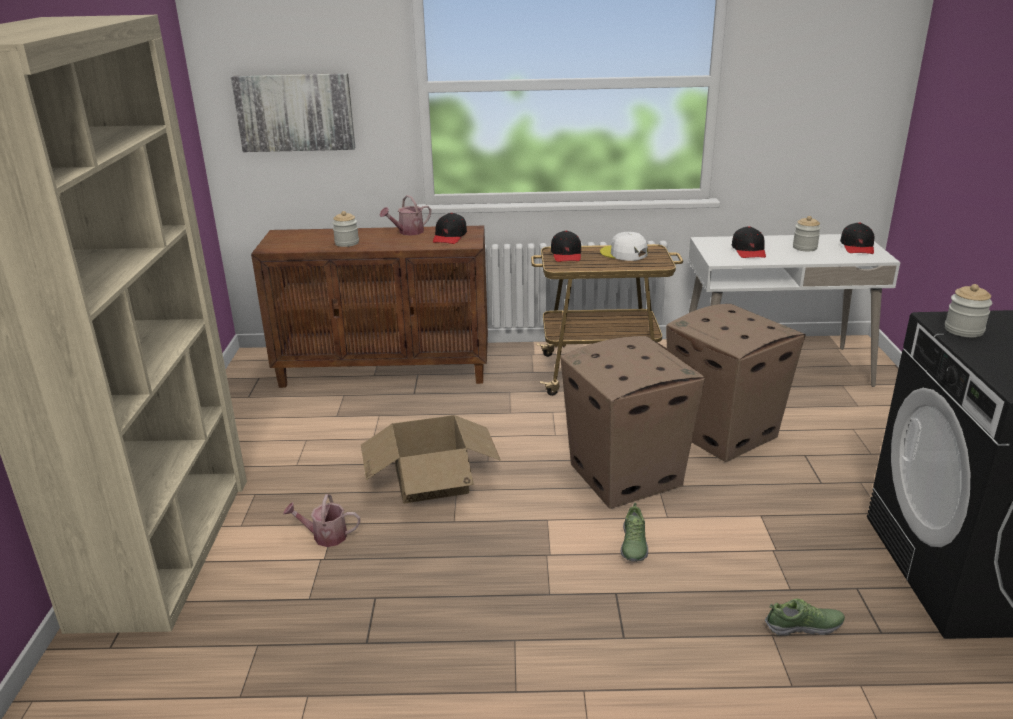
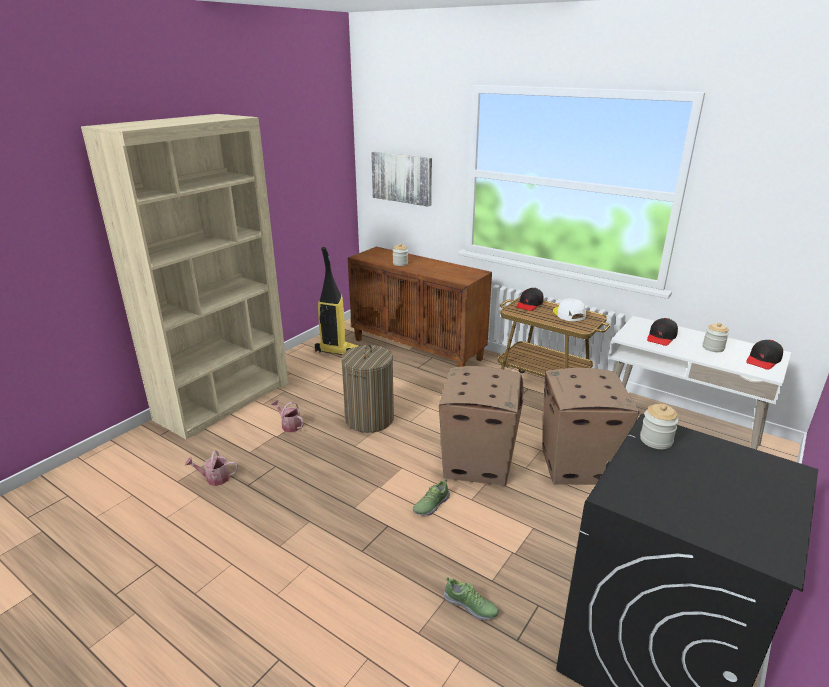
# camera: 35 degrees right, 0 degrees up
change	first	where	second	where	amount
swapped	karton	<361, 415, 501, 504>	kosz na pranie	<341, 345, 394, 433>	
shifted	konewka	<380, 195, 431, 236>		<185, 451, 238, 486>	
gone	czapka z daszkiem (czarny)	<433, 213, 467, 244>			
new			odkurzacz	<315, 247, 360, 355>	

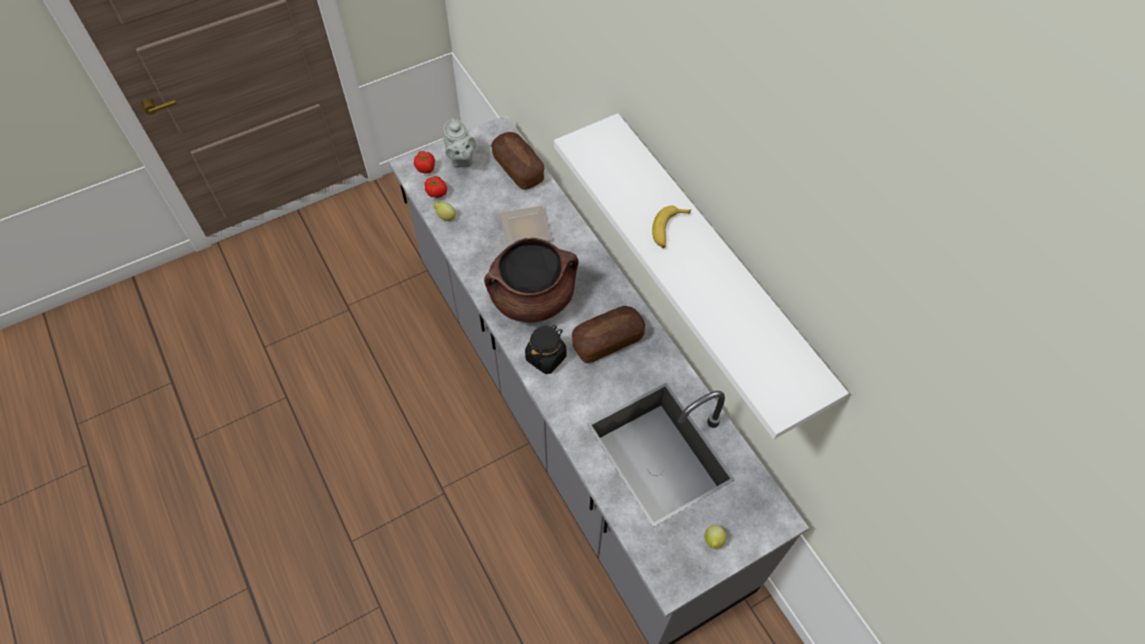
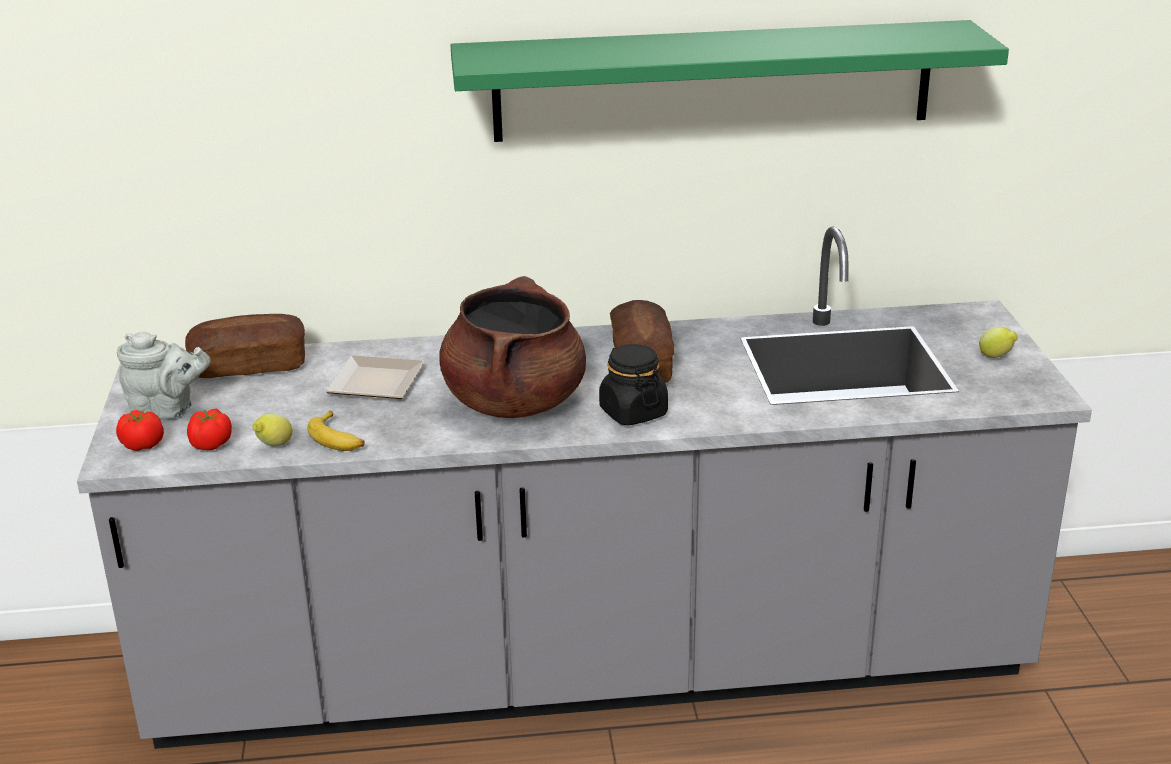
# camera: 65 degrees left, 30 degrees down
change	first	where	second	where	amount
repainted	półka (biały)	<554, 113, 849, 439>	półka (zielony)	<450, 20, 1009, 142>	
shifted	banan	<652, 206, 691, 248>		<307, 411, 365, 451>	

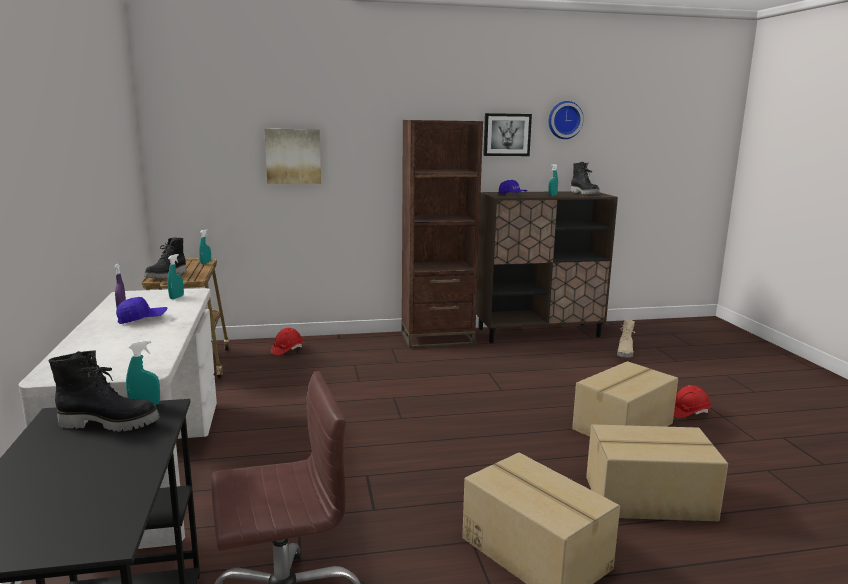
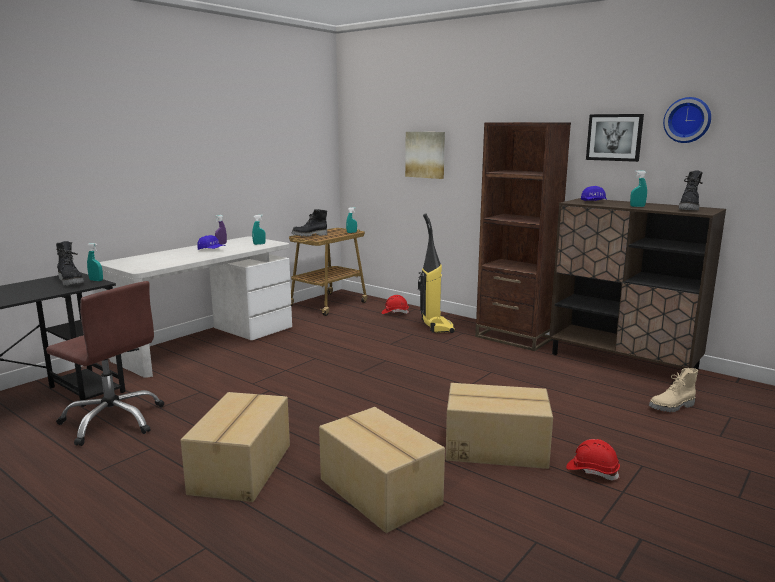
# camera: 50 degrees right, 0 degrees up
change	first	where	second	where	amount
new			odkurzacz	<418, 214, 455, 333>	

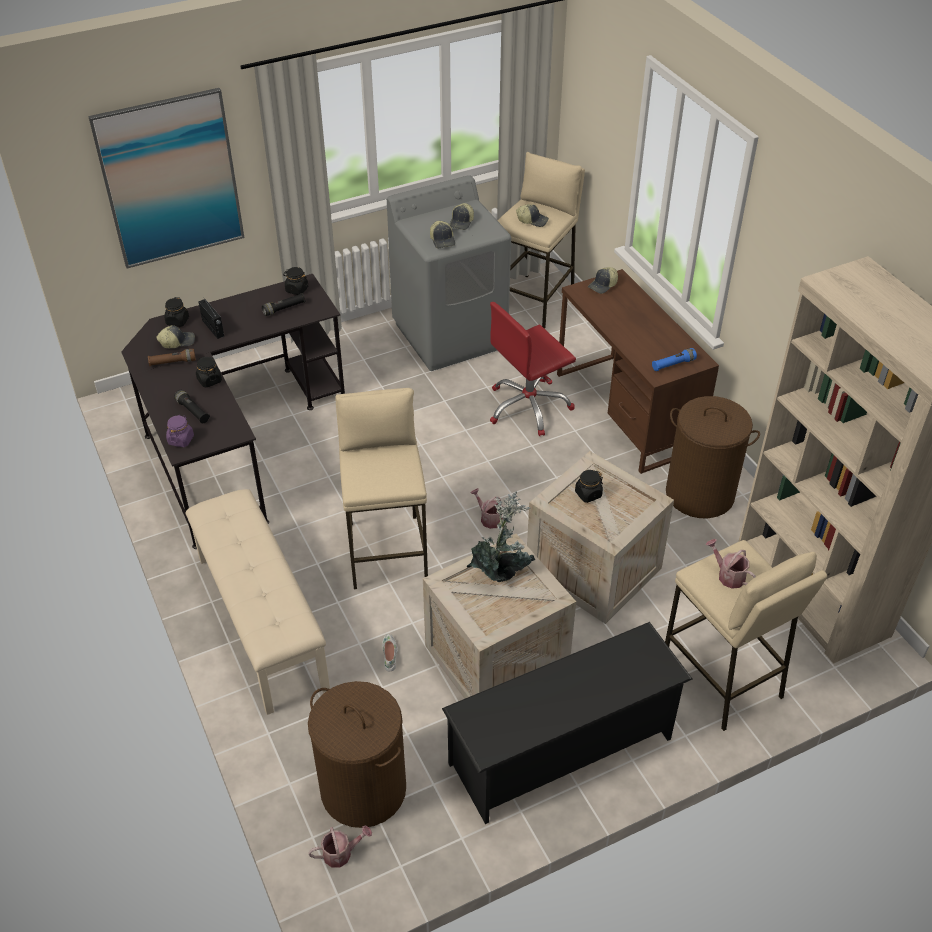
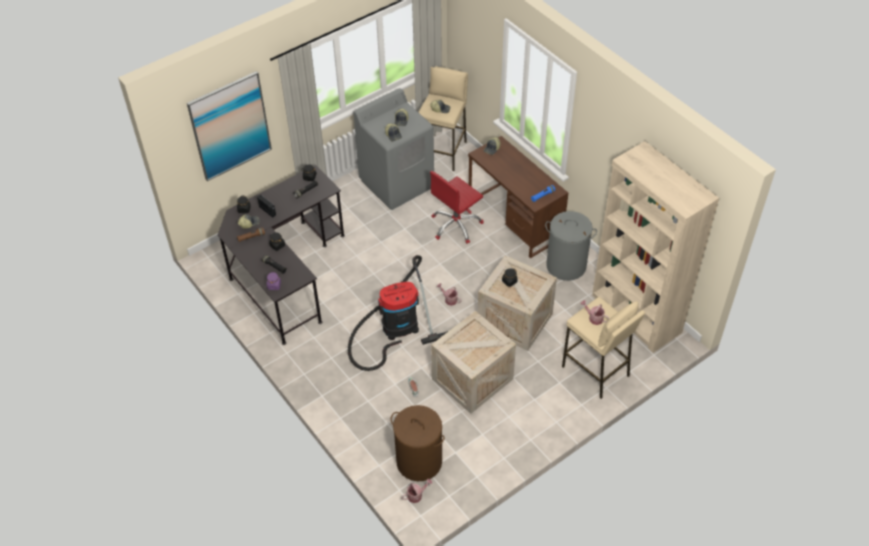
# camera: 10 degrees left, 5 degrees up
change	first	where	second	where	amount
gone	ławka (beżowy)	<186, 489, 330, 715>			
swapped	stołek (beżowy)	<335, 388, 428, 589>	odkurzacz	<348, 255, 448, 371>	
gone	regał na buty (czarny)	<442, 622, 692, 824>			
gone	roślina doniczkowa	<467, 491, 536, 582>			
repainted	kosz na pranie (brązowy)	<666, 396, 760, 518>	kosz na pranie (szary)	<545, 211, 597, 281>	

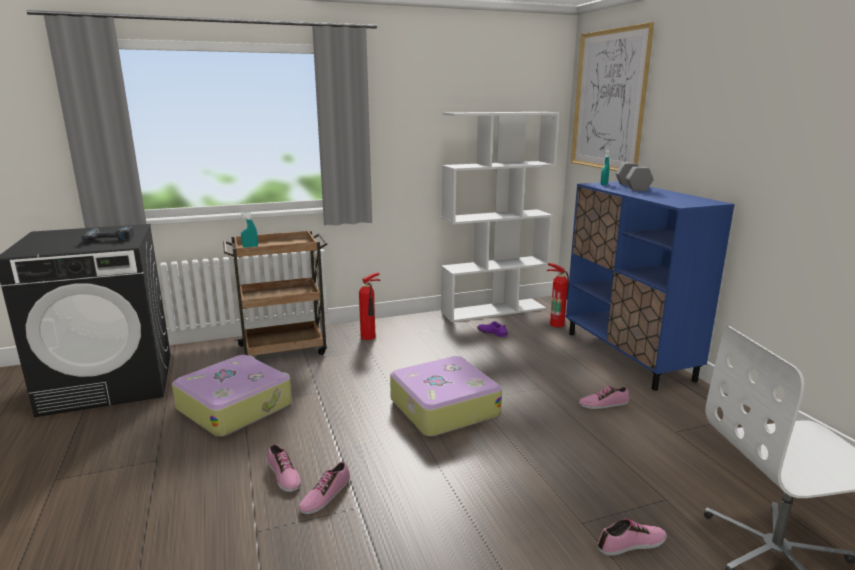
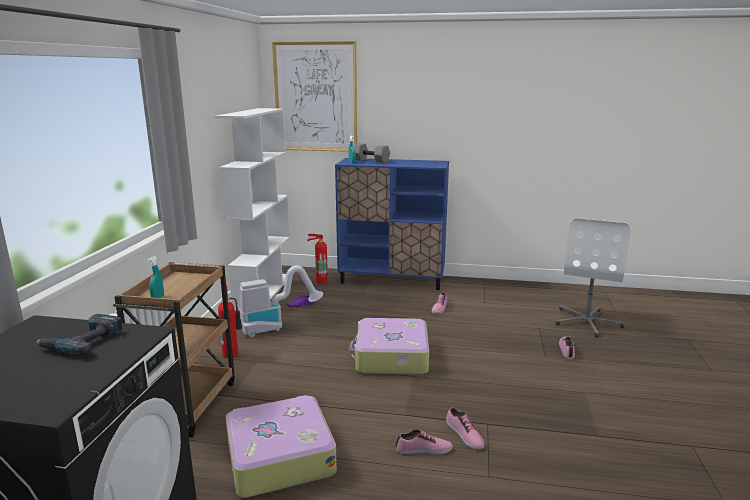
# camera: 60 degrees left, 0 degrees up
change	first	where	second	where	amount
new			odkurzacz	<240, 265, 323, 337>	

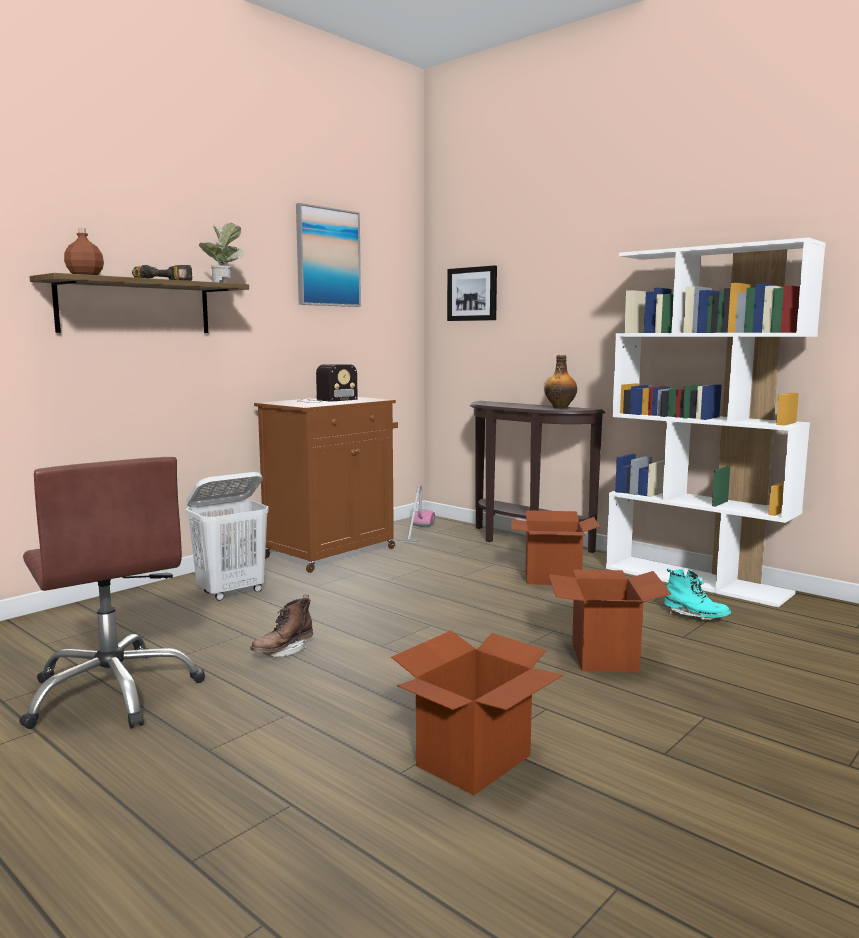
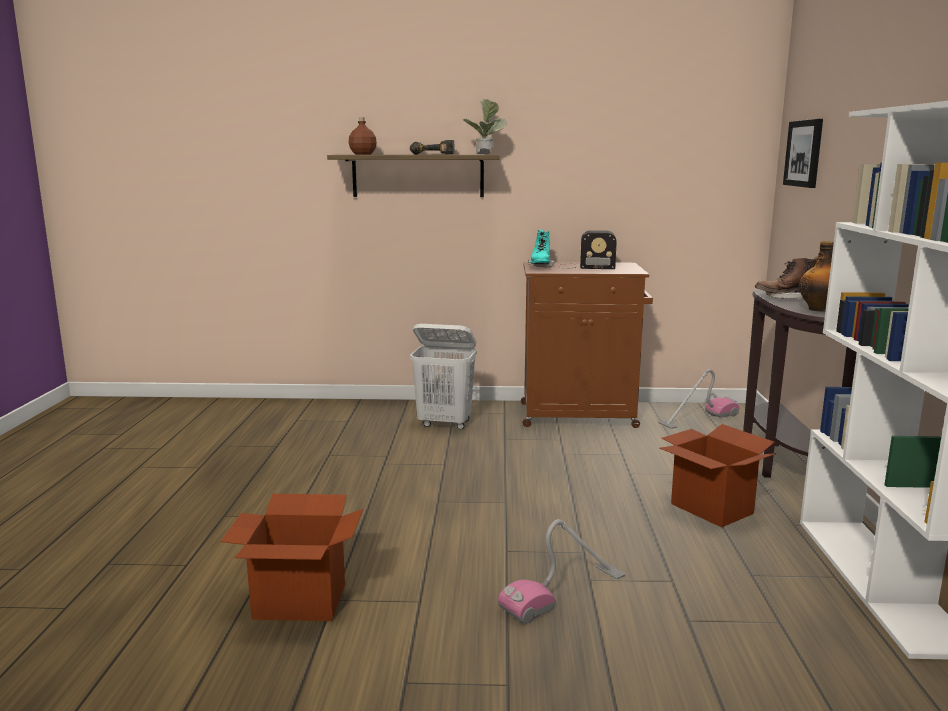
# camera: 50 degrees right, 5 degrees up
change	first	where	second	where	amount
gone	krzesło biurowe (brązowy)	<19, 457, 205, 729>			
shifted	but z cholewką (brązowy)	<250, 595, 313, 657>		<755, 257, 817, 300>	
gone	obraz	<296, 203, 361, 307>			
swapped	karton	<549, 570, 671, 672>	odkurzacz	<498, 519, 625, 624>	
shifted	but z cholewką (turkusowy)	<664, 568, 731, 620>		<528, 230, 554, 268>	

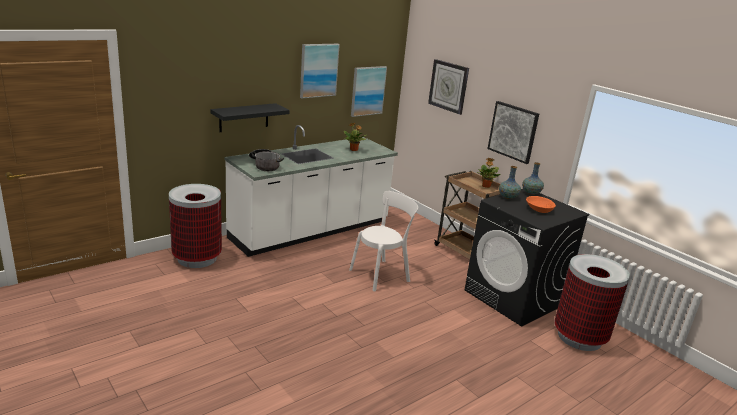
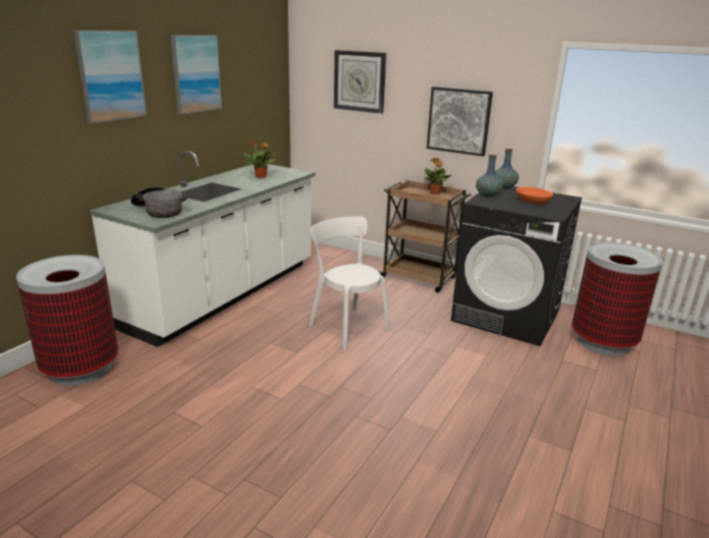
# camera: 20 degrees left, 0 degrees up
change	first	where	second	where	amount
gone	półka (czarny)	<210, 103, 290, 132>			
rotated	krzesło (biały)	<349, 191, 418, 291>		<309, 216, 390, 350>	75 degrees counterclockwise
shifted	obraz	<351, 66, 387, 117>		<73, 30, 147, 124>	

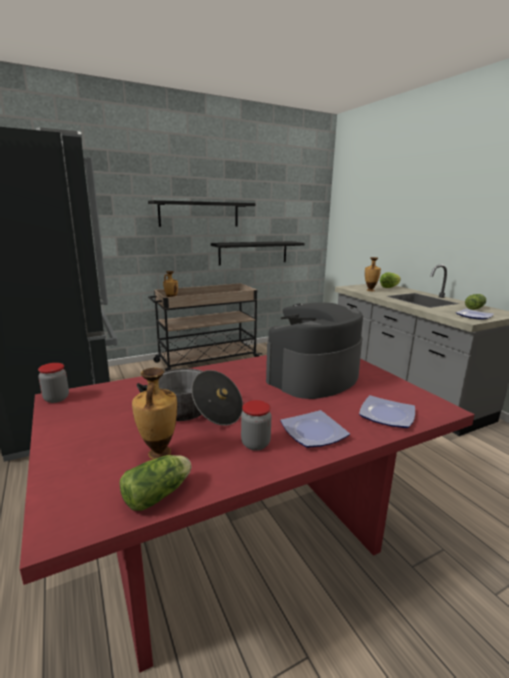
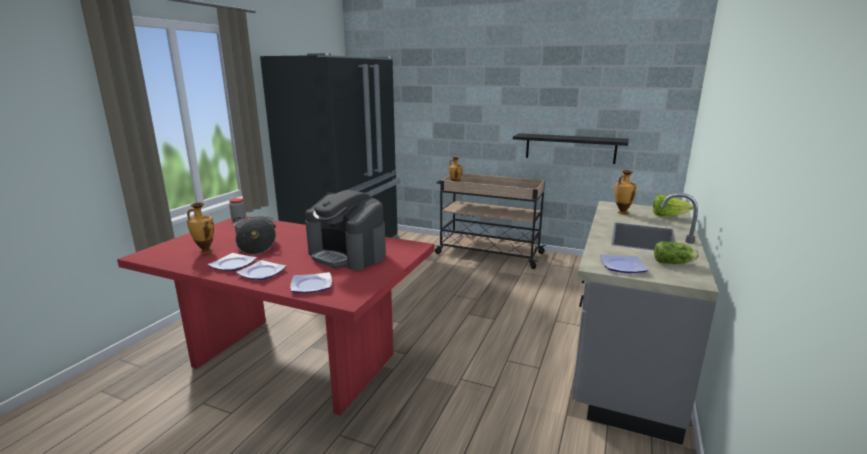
# camera: 50 degrees right, 0 degrees up
change	first	where	second	where	amount
gone	sałata	<120, 455, 192, 511>			
gone	półka (czarny)	<148, 200, 256, 227>			
swapped	słoik	<241, 400, 271, 451>	talerz	<208, 253, 257, 271>	
rotated	ekspres do kawy	<266, 302, 363, 399>		<305, 190, 386, 270>	150 degrees counterclockwise

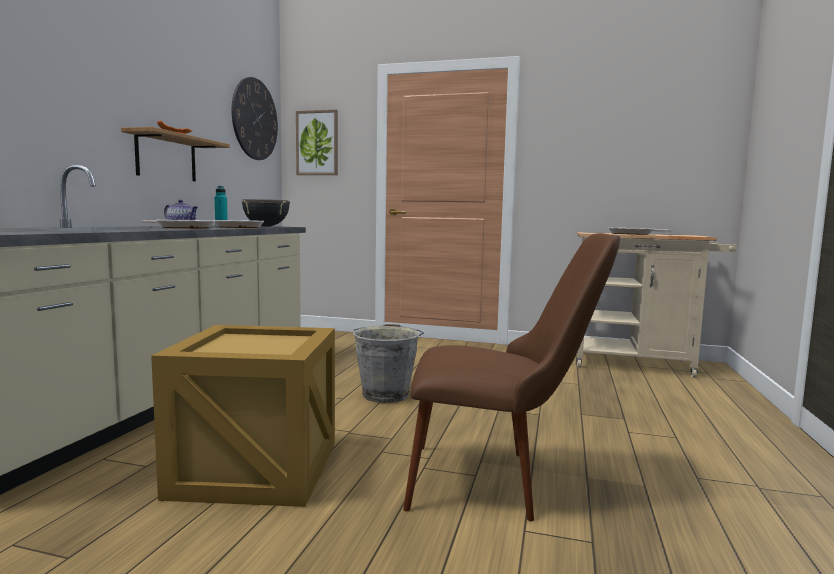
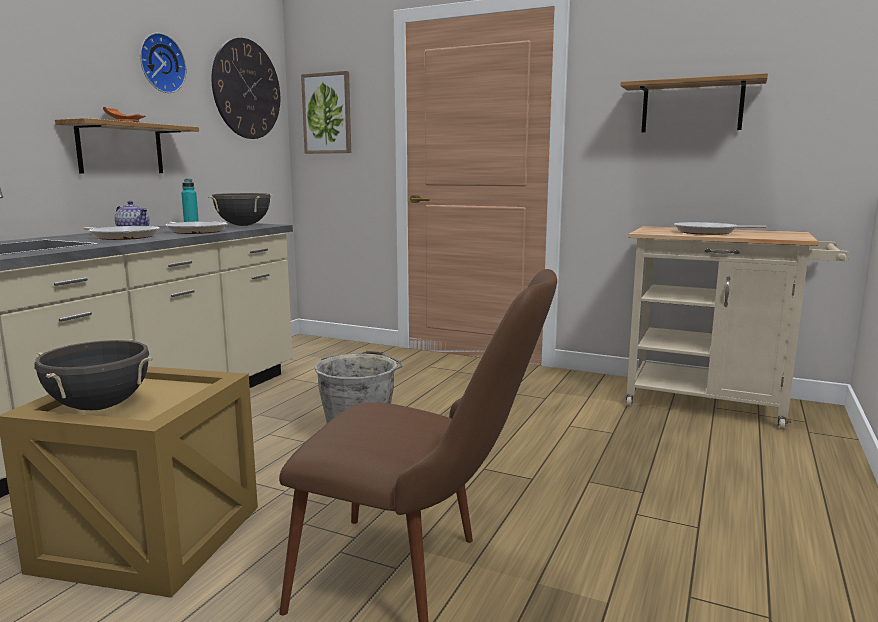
# camera: 10 degrees right, 5 degrees up
change	first	where	second	where	amount
new			garnek (czarny)	<34, 339, 153, 410>	
new			zegar ścienny	<140, 33, 186, 93>	
new			półka	<621, 73, 768, 132>	

